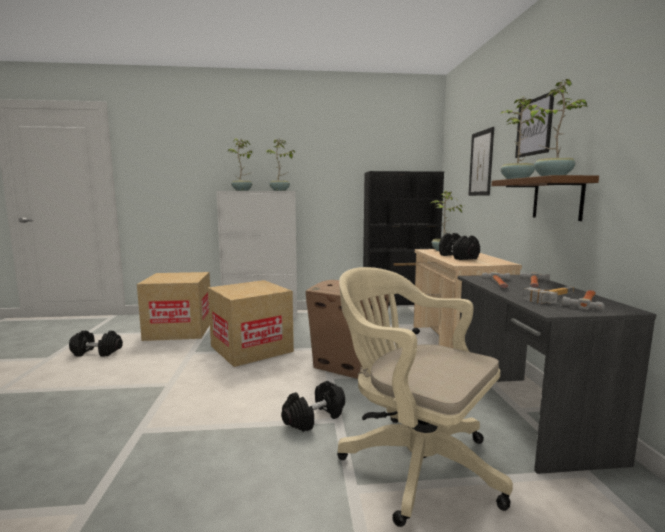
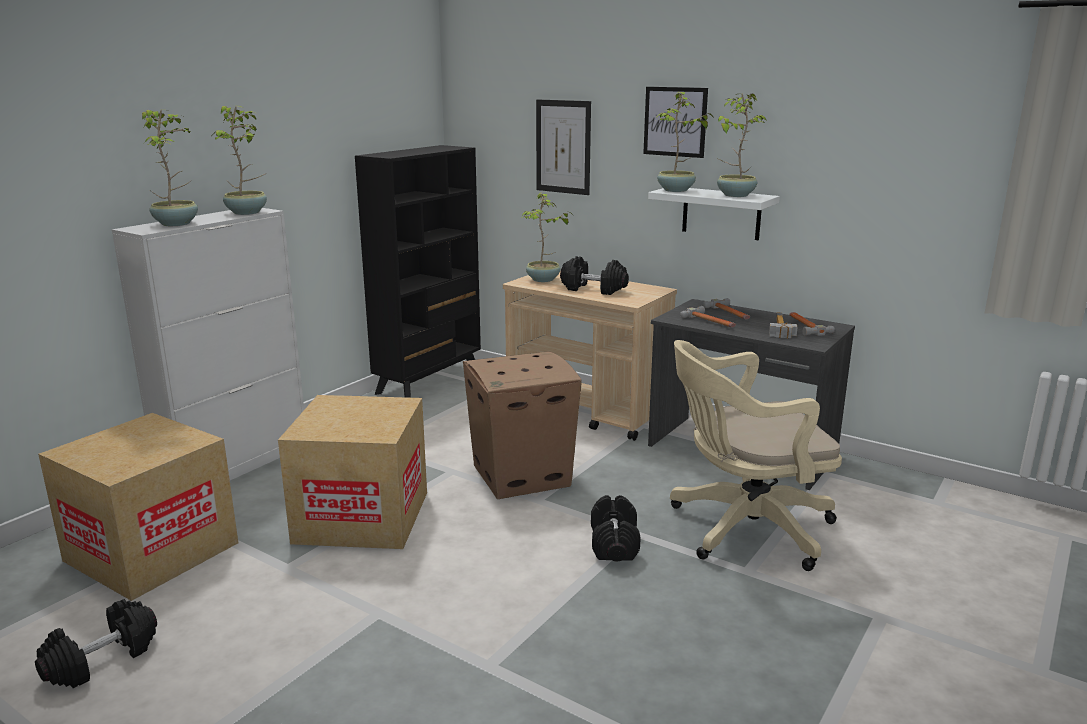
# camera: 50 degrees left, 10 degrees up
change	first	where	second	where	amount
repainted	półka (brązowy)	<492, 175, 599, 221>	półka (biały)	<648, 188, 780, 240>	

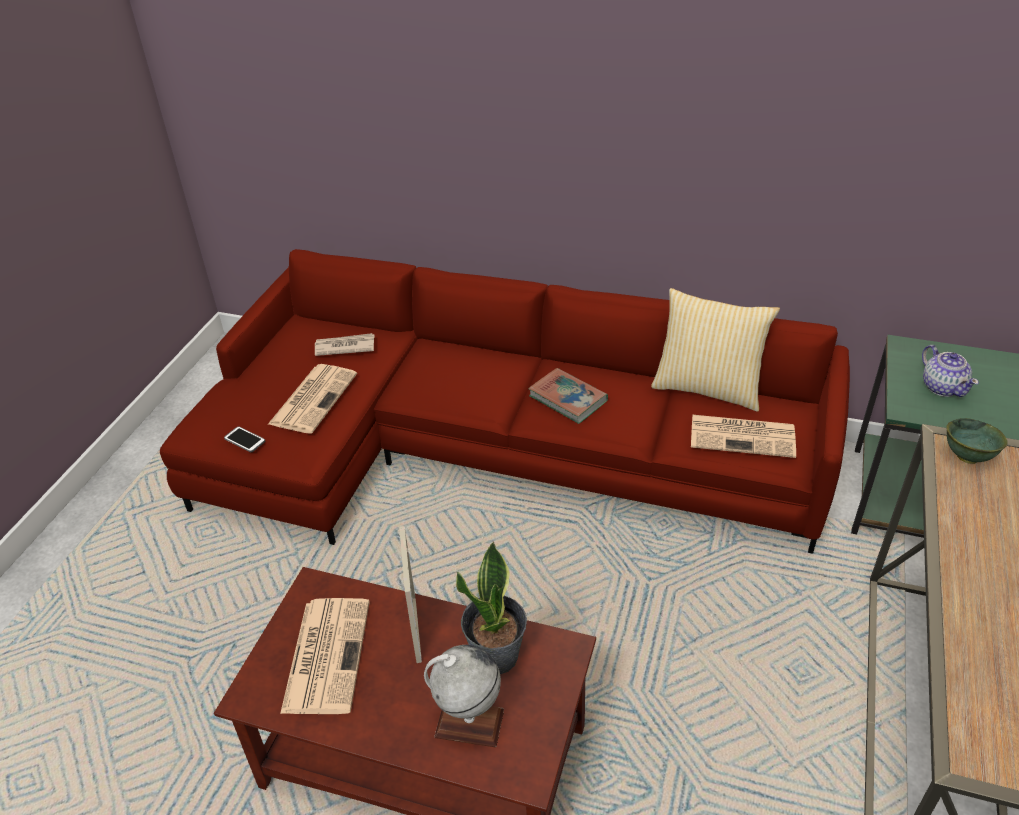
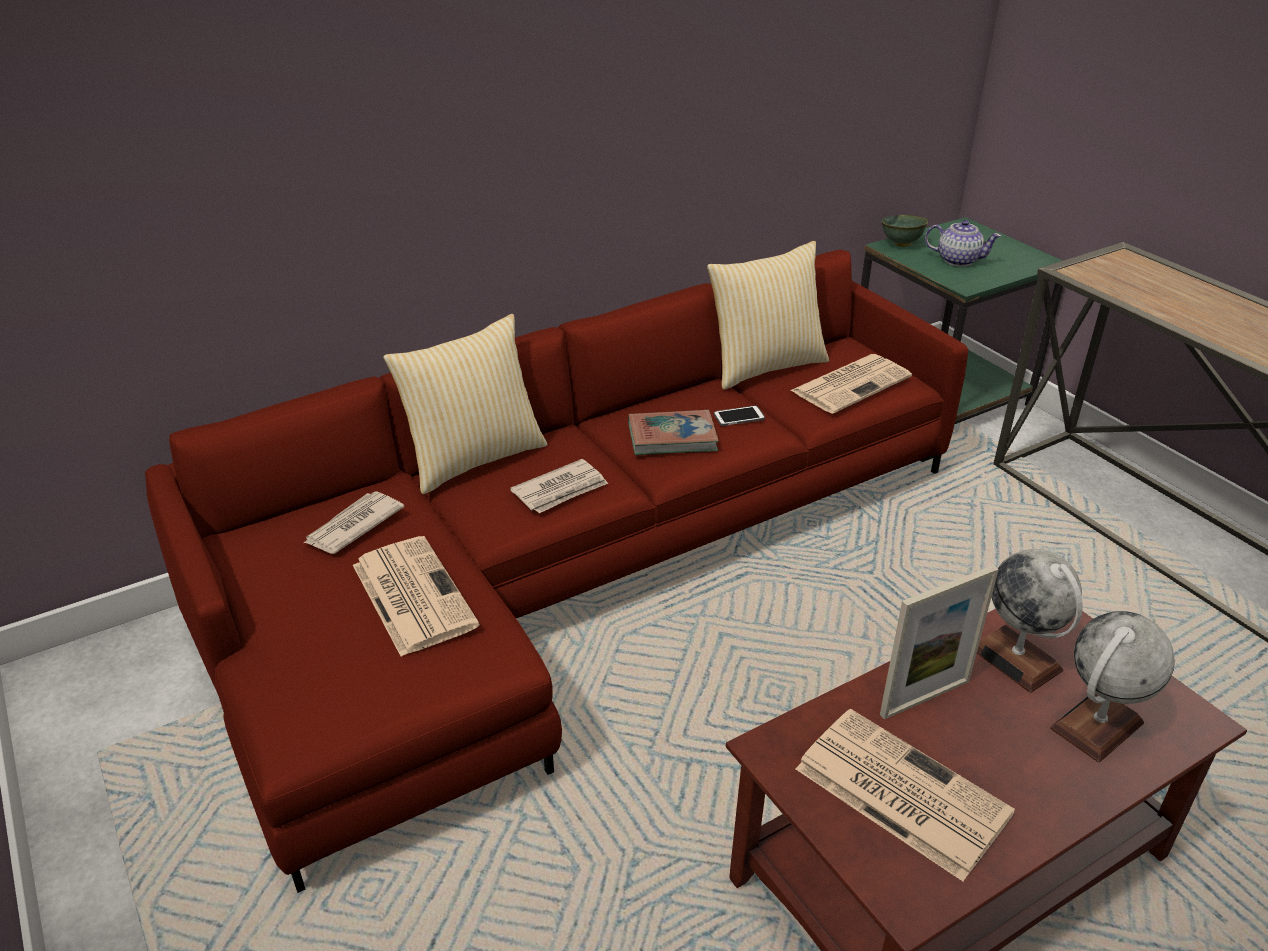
# camera: 50 degrees left, 5 degrees down
change	first	where	second	where	amount
shifted	telefon	<224, 426, 265, 452>		<714, 405, 765, 426>	
rotated	ramka na zdjęcie	<399, 526, 422, 663>		<880, 565, 999, 719>	120 degrees clockwise
swapped	roślina doniczkowa	<456, 542, 527, 674>	globus	<977, 549, 1083, 693>	
shifted	miska (zielony)	<946, 418, 1007, 464>		<881, 215, 928, 247>	
new			poduszka	<383, 314, 548, 495>	
new			gazeta	<510, 459, 608, 513>	

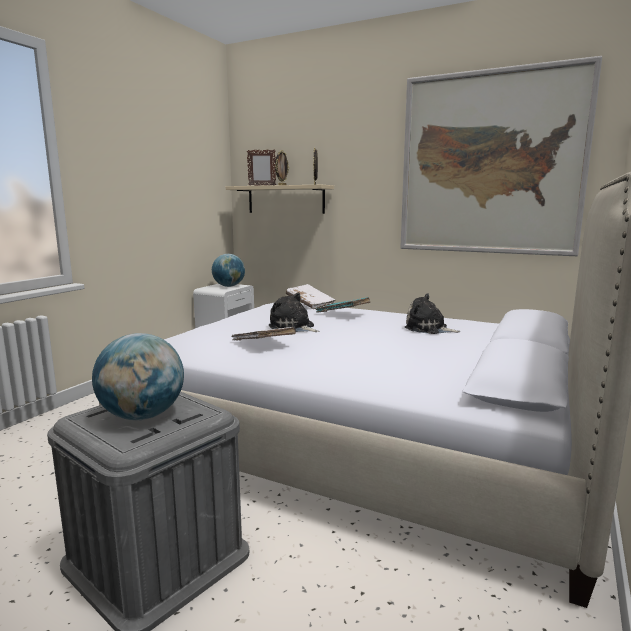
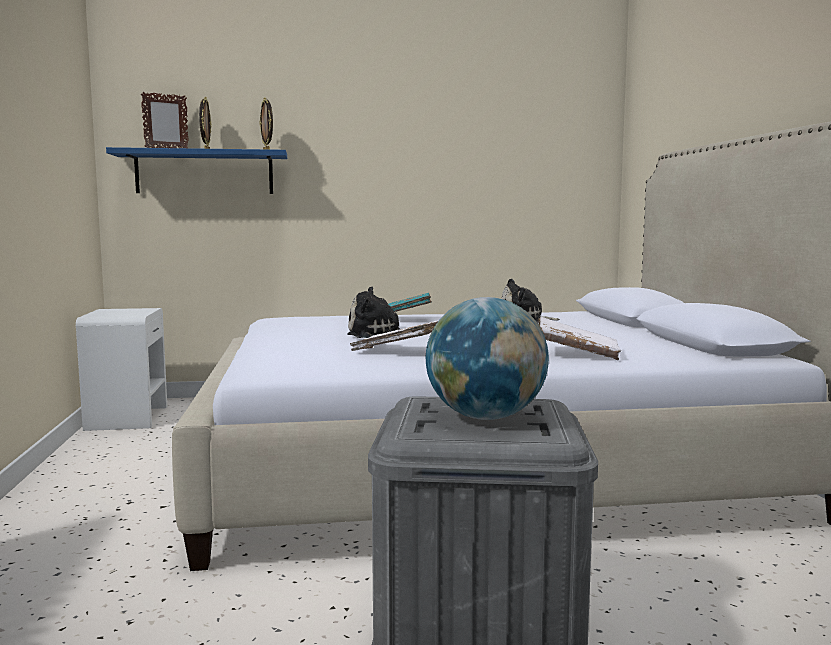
# camera: 35 degrees left, 5 degrees down
change	first	where	second	where	amount
gone	globus	<212, 254, 245, 287>			
repainted	półka (beżowy)	<226, 185, 334, 214>	półka (niebieski)	<106, 147, 287, 194>	
shifted	książka (biały)	<286, 284, 336, 309>		<538, 317, 621, 361>	
gone	obraz	<400, 56, 602, 256>			

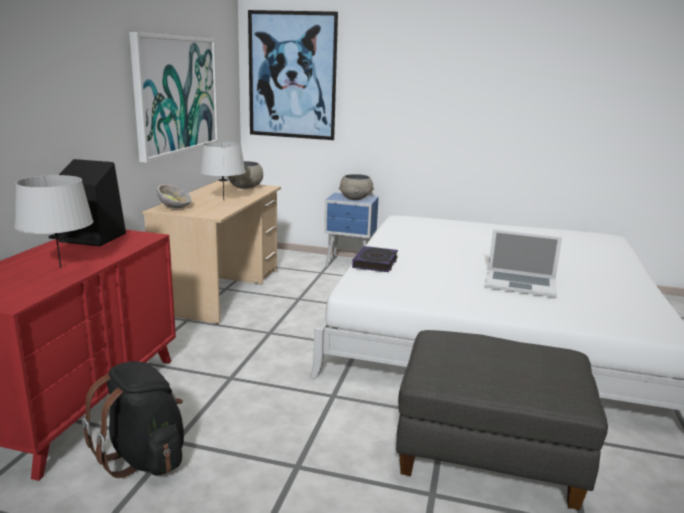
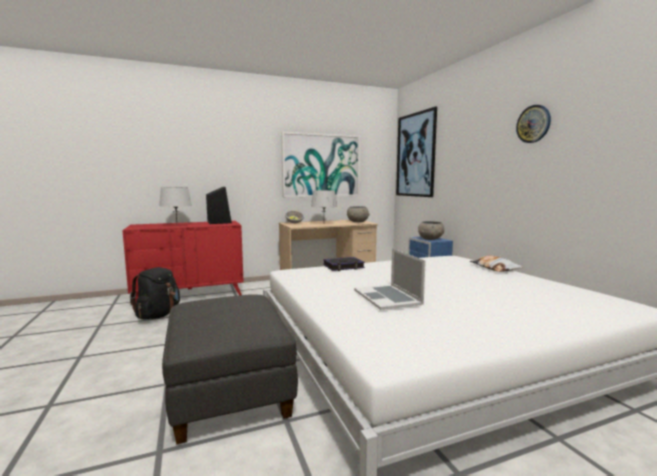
# camera: 55 degrees right, 10 degrees down
change	first	where	second	where	amount
new			poduszka	<470, 255, 523, 272>	
new			zegar ścienny	<516, 105, 551, 143>	

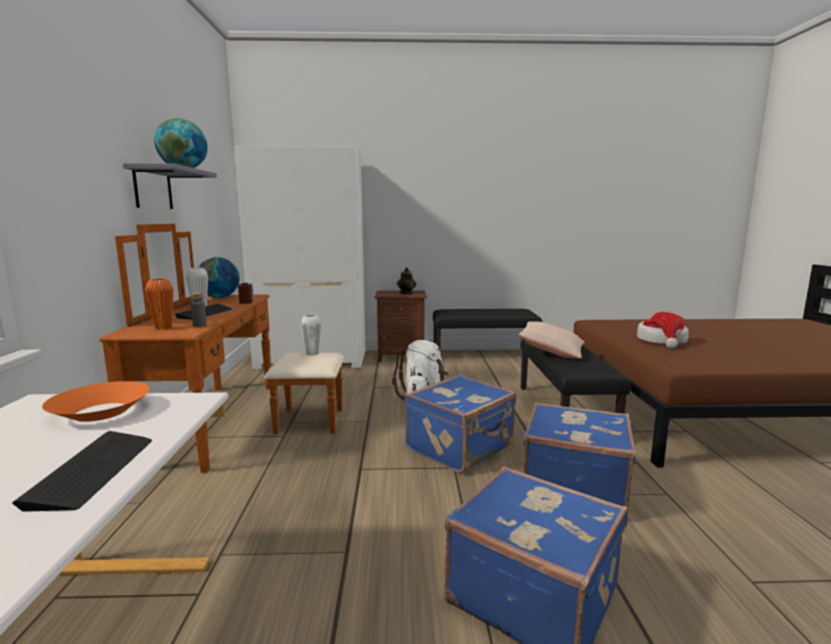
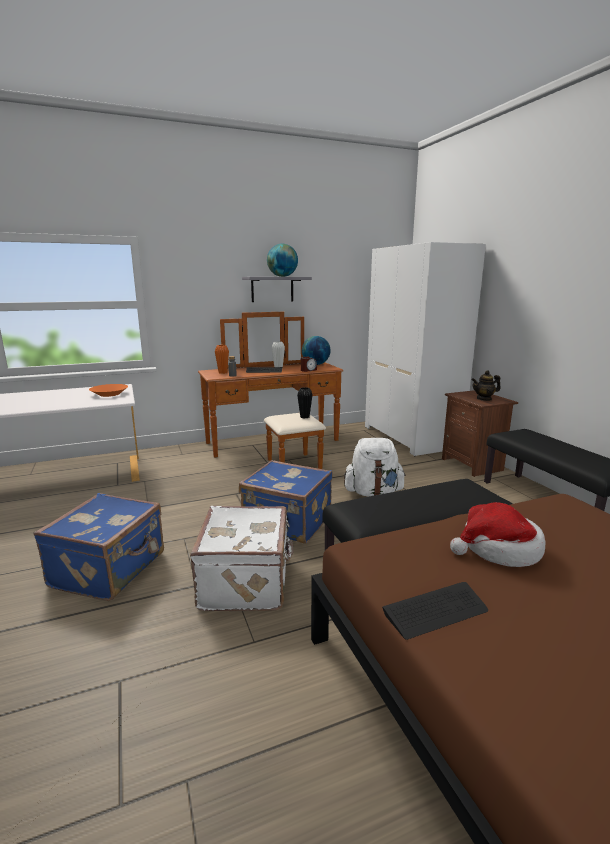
# camera: 70 degrees right, 5 degrees up
change	first	where	second	where	amount
shifted	klawiatura	<12, 431, 152, 512>		<382, 582, 488, 640>	
repainted	wazon (biały)	<301, 315, 321, 355>	wazon (czarny)	<297, 387, 312, 418>	
gone	poduszka (beżowy)	<518, 321, 584, 359>			
repainted	walizka (niebieski)	<523, 402, 636, 509>	walizka (biały)	<190, 506, 294, 611>	

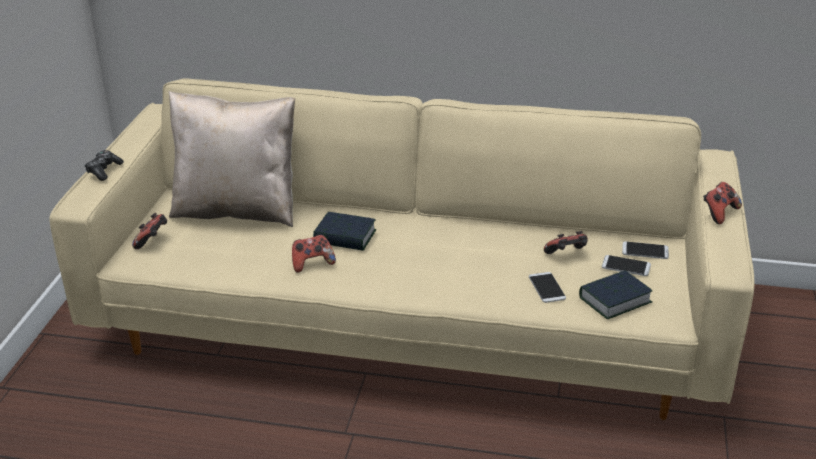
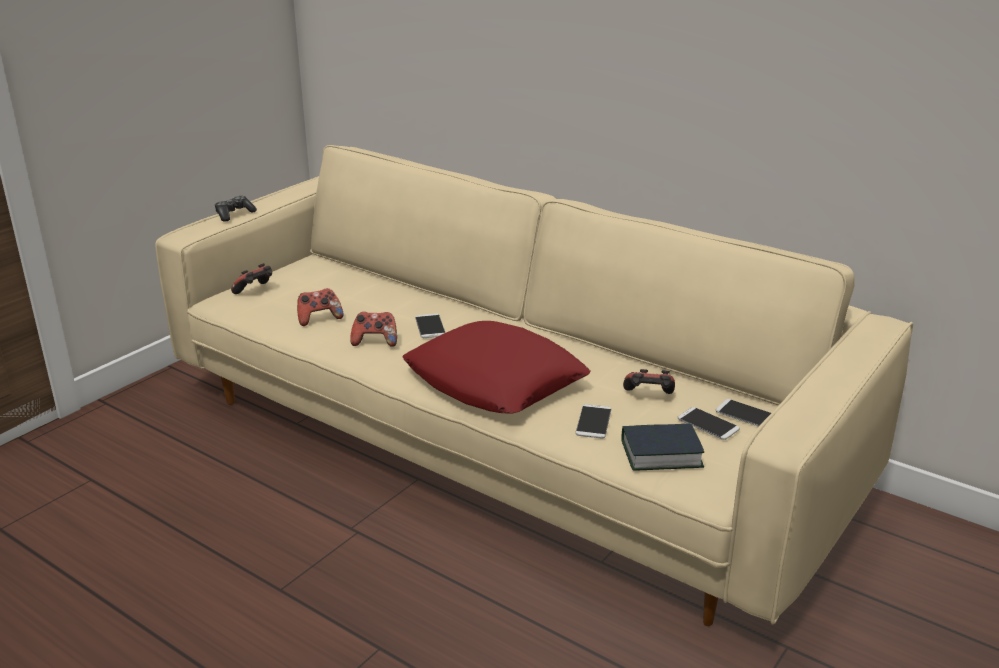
# camera: 25 degrees right, 5 degrees down
change	first	where	second	where	amount
gone	poduszka (beżowy)	<169, 91, 295, 227>			
swapped	książka	<313, 212, 376, 251>	telefon	<415, 314, 446, 338>	
shifted	pad do gier	<703, 182, 742, 224>		<297, 288, 344, 326>	
new			poduszka (czerwony)	<403, 321, 591, 414>	

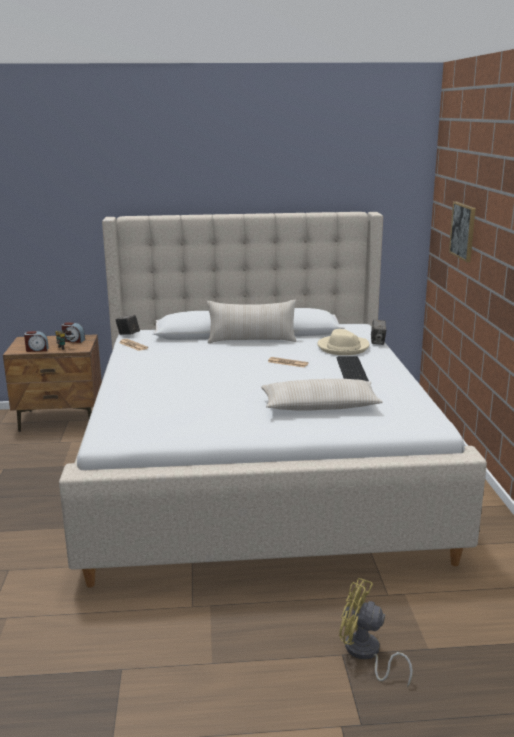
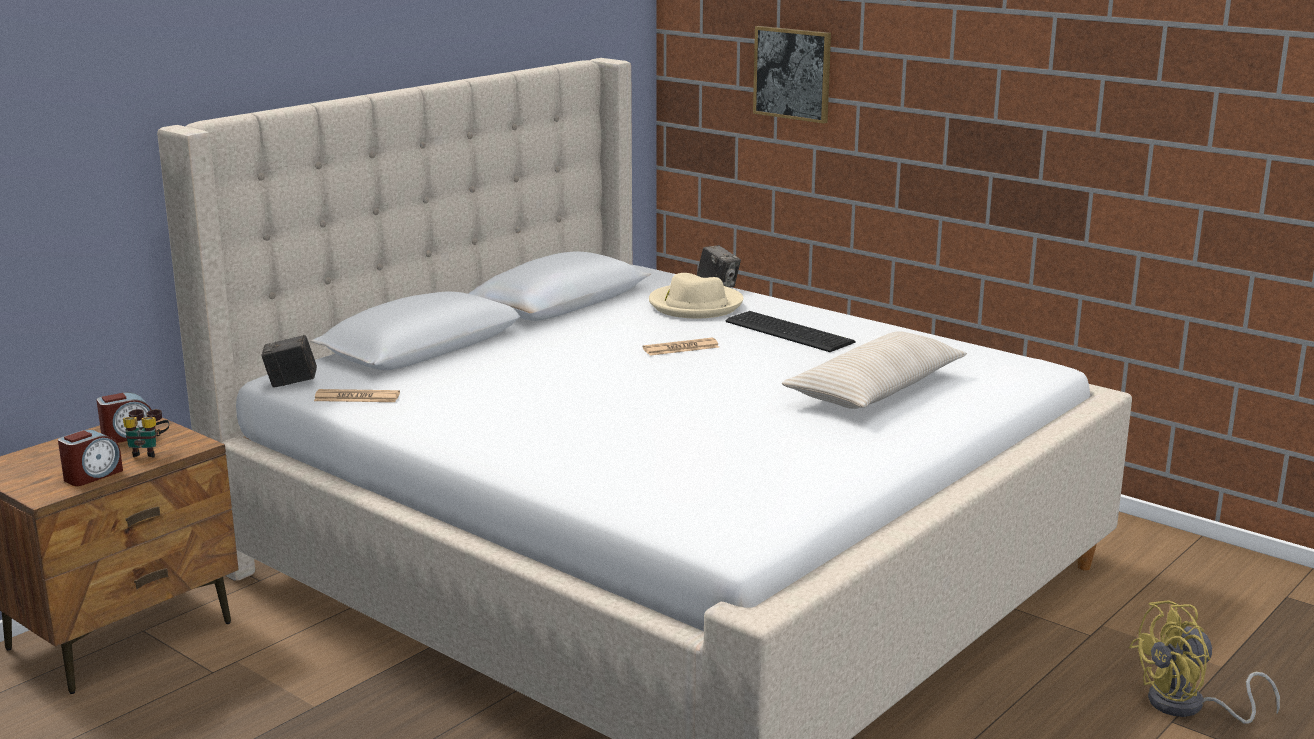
# camera: 45 degrees left, 0 degrees up
change	first	where	second	where	amount
gone	poduszka (beżowy)	<207, 300, 296, 343>			

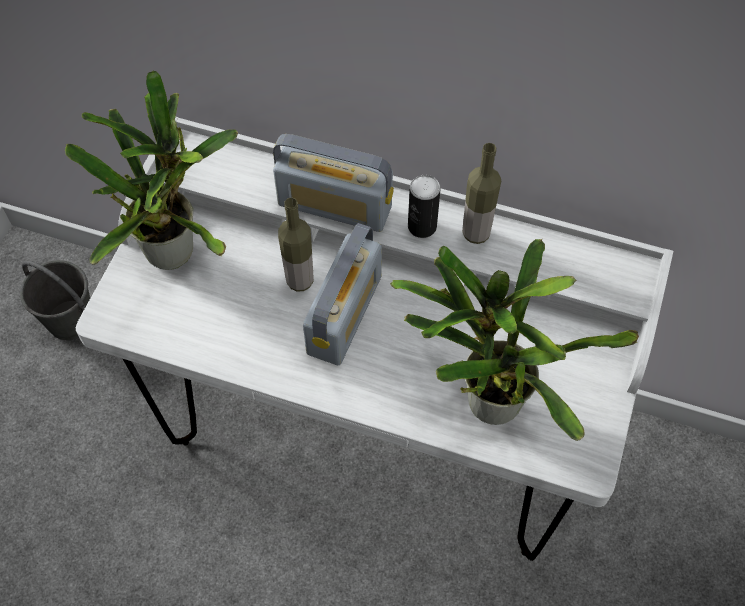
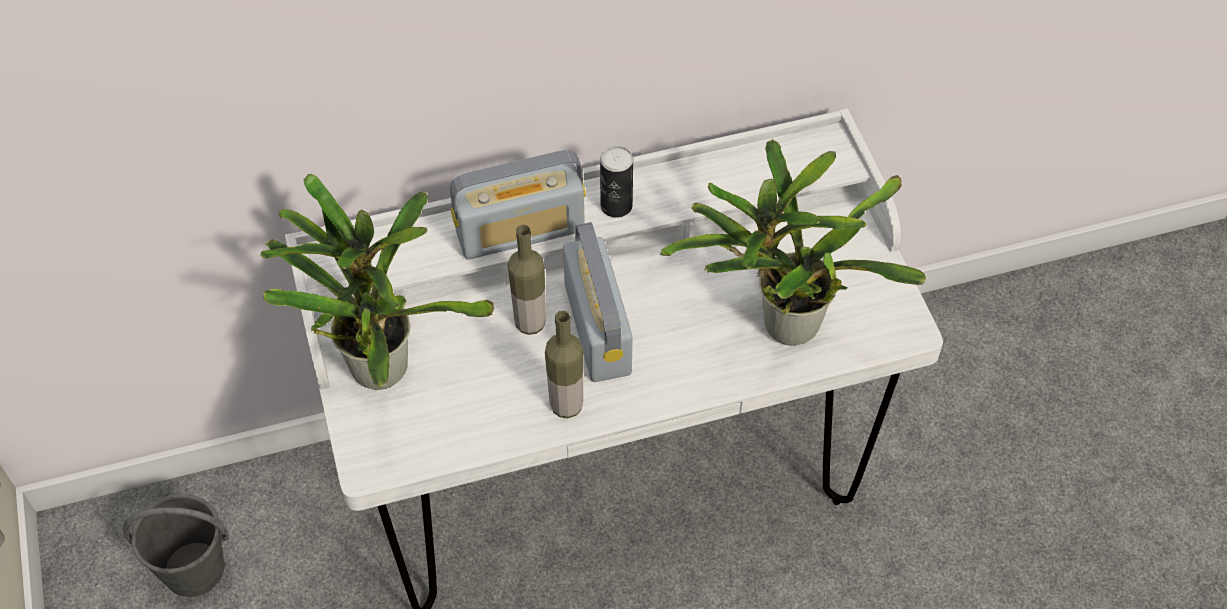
# camera: 35 degrees left, 5 degrees down
change	first	where	second	where	amount
shifted	butelka	<462, 143, 501, 244>		<545, 311, 583, 418>	

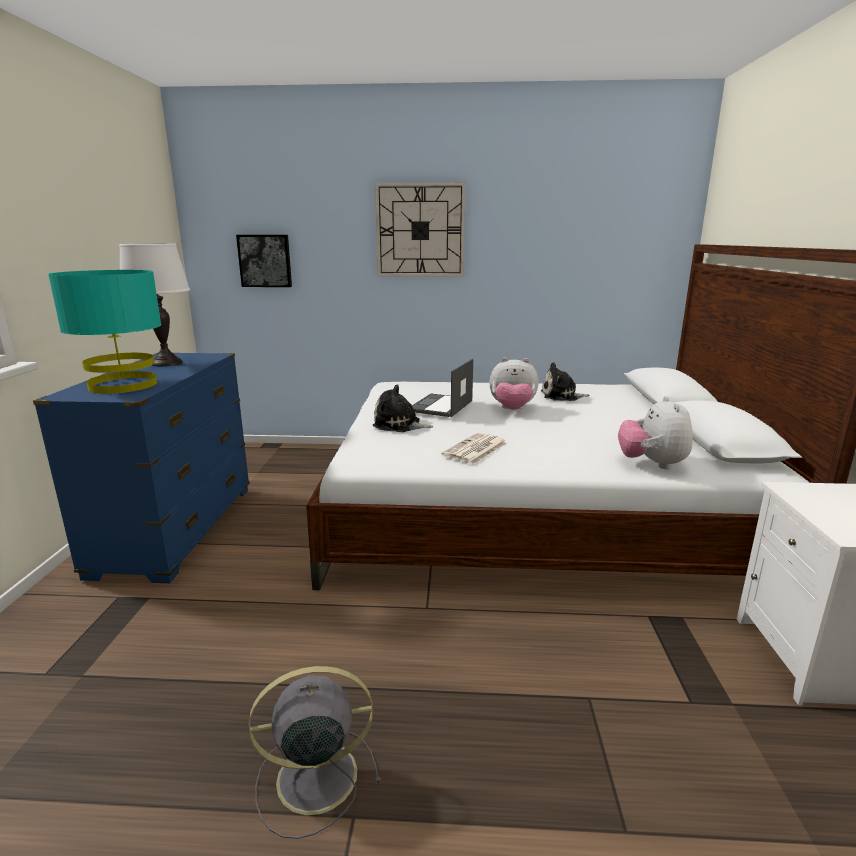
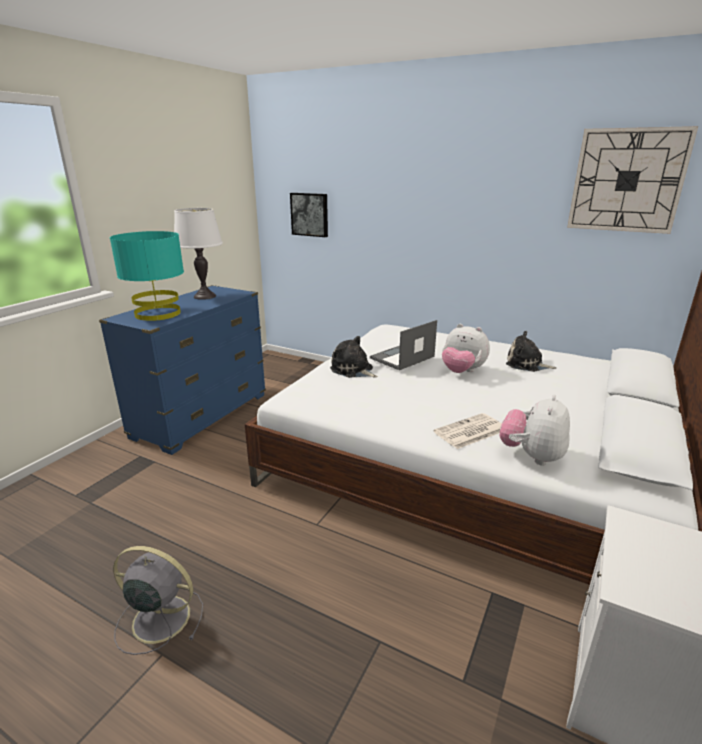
# camera: 25 degrees right, 5 degrees up
change	first	where	second	where	amount
shifted	zegar ścienny	<375, 182, 466, 277>		<567, 126, 698, 234>	
shifted	gazeta	<441, 433, 507, 464>		<434, 413, 502, 449>	

